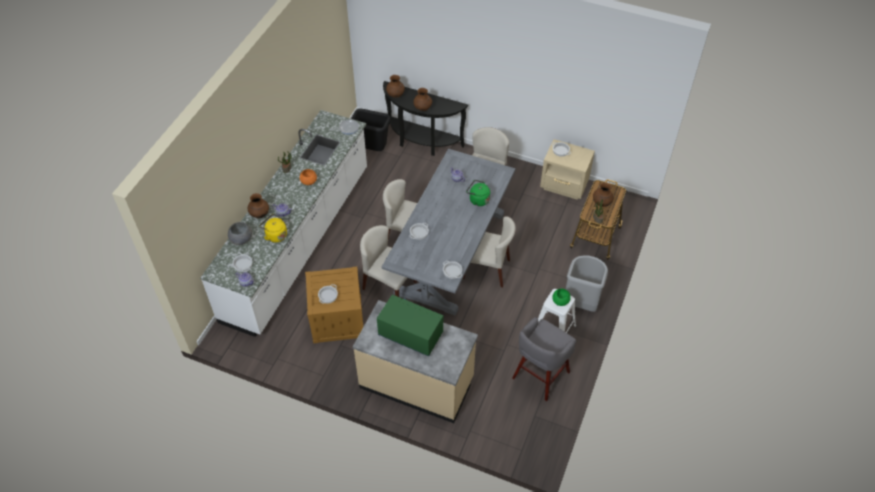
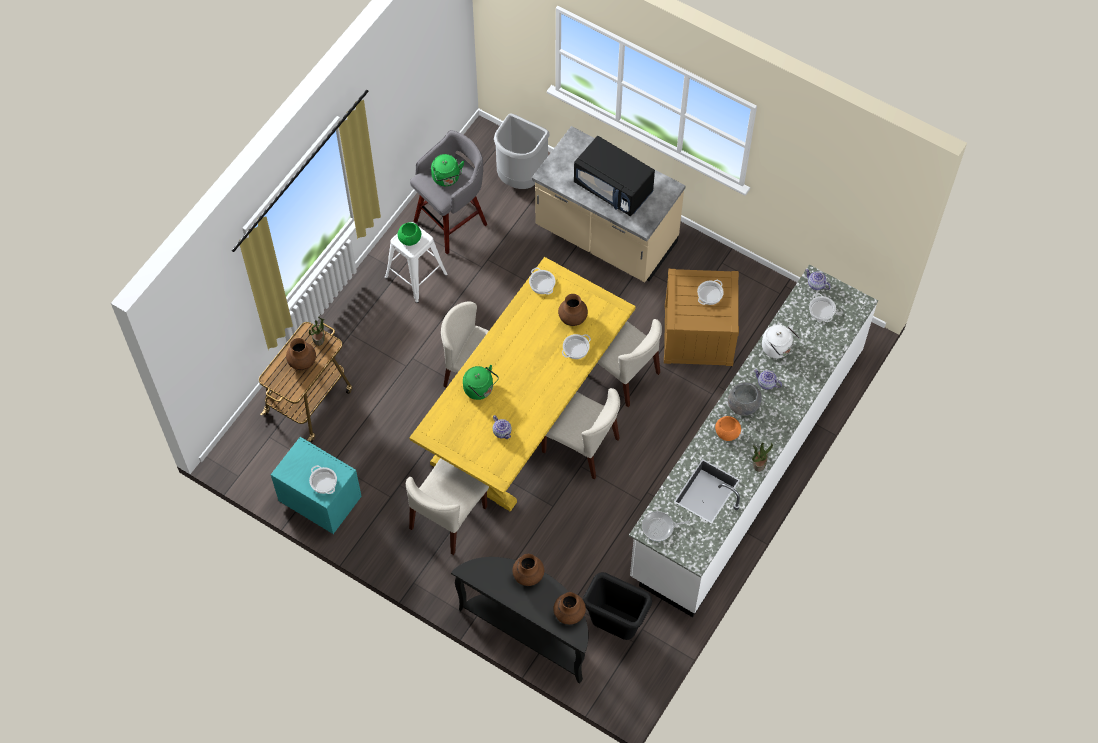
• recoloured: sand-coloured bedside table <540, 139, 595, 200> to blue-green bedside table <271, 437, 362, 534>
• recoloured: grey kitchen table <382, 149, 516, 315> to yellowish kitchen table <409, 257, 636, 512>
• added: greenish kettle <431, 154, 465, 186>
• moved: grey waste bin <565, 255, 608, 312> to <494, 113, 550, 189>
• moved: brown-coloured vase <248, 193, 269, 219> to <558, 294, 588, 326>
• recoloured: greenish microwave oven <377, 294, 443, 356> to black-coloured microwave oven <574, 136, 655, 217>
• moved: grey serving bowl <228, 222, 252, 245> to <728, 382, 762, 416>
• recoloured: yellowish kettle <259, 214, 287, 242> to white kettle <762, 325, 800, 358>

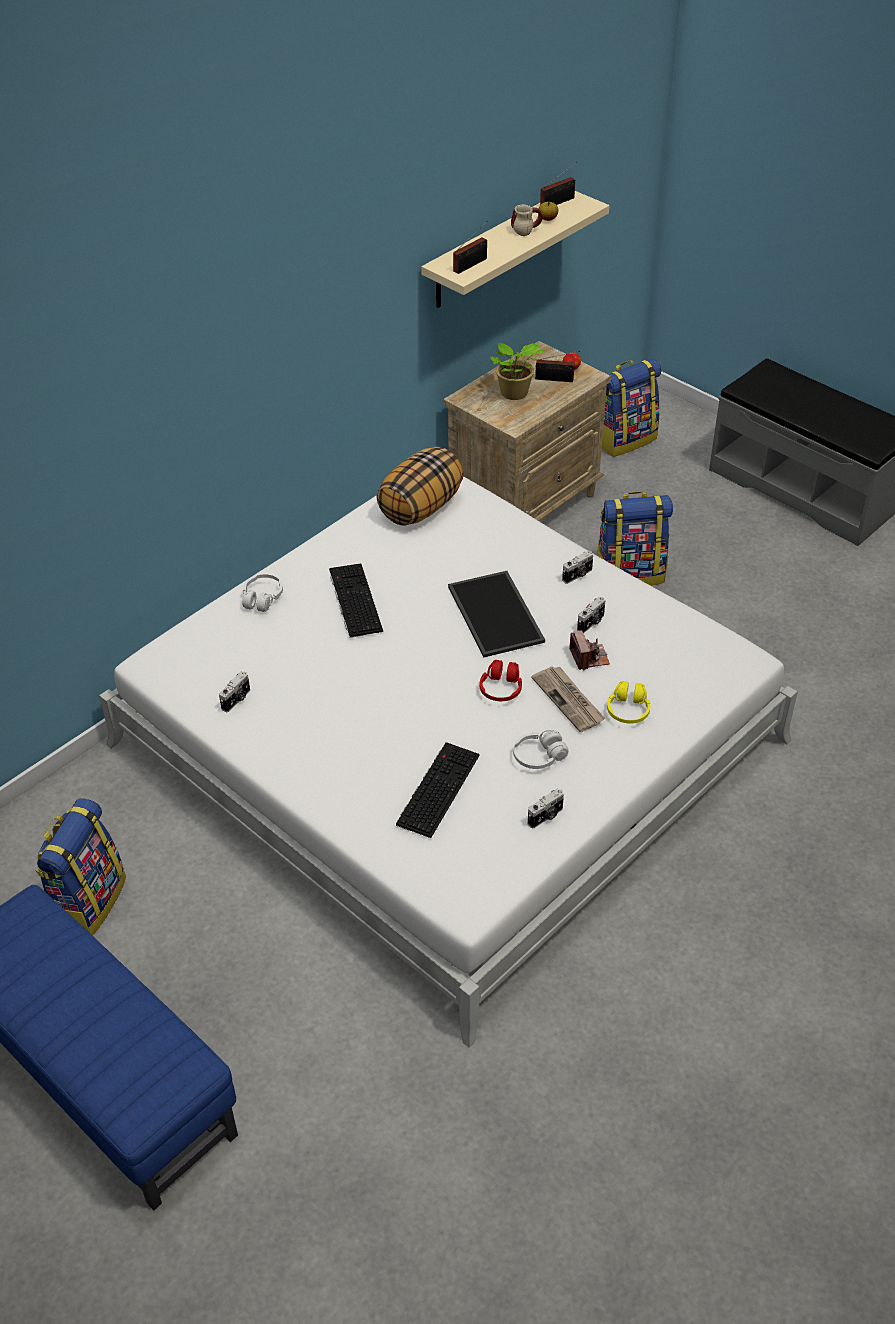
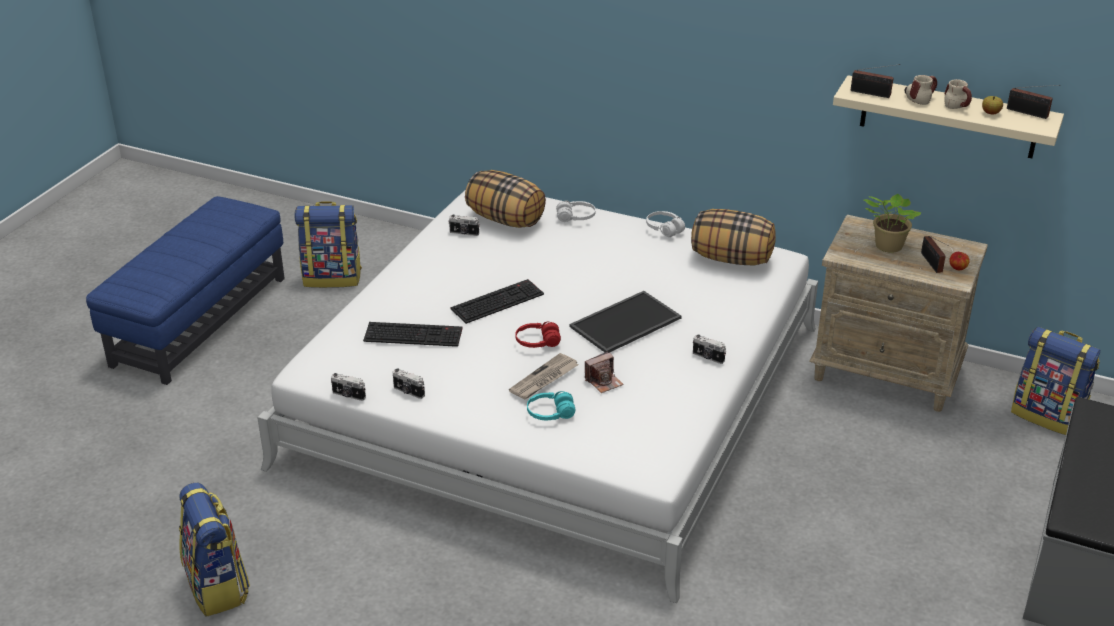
• moved: rucksack <597, 492, 673, 586> to <179, 483, 250, 617>
• moved: photo camera <577, 597, 605, 633> to <331, 373, 366, 401>
• moved: PC keyboard <329, 563, 383, 638> to <450, 279, 544, 324>
• added: throw pillow <465, 170, 546, 228>
• recoloured: yellowish headset <607, 681, 650, 724> to blue-green headset <527, 391, 575, 420>
• moved: white headset <513, 730, 568, 769> to <646, 211, 685, 237>
• added: tea mug <904, 75, 937, 105>

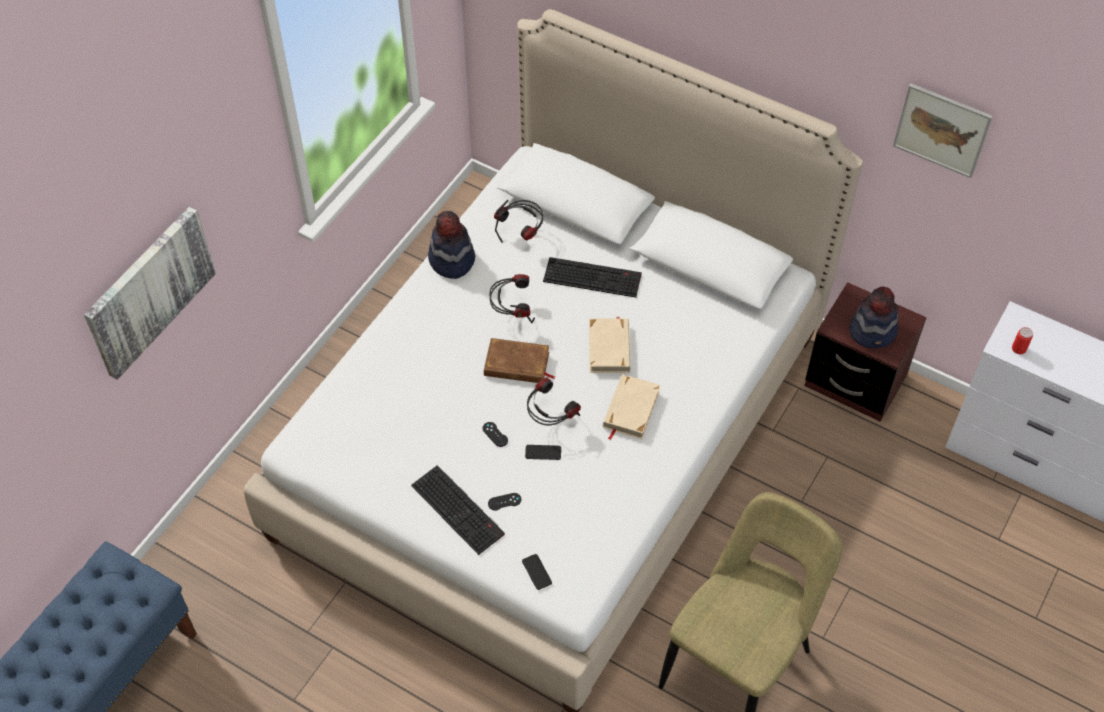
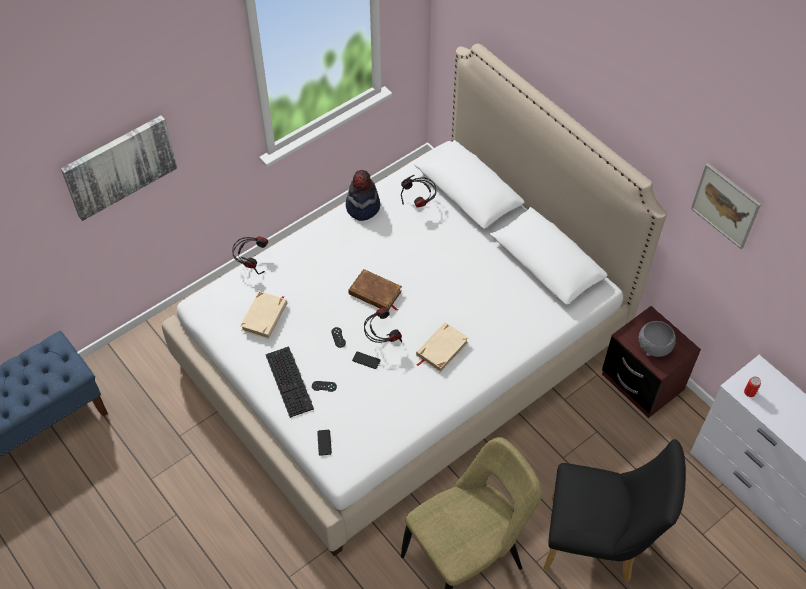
• moved: headset <489, 274, 535, 323> to <232, 236, 268, 275>
• moved: sand-coloured book <589, 317, 630, 373> to <240, 291, 287, 339>
• added: black-coloured upright chair <543, 439, 686, 582>
• replaced: hat <849, 287, 898, 348> to grey serving bowl <639, 321, 676, 357>
• removed: PC keyboard <543, 257, 642, 298>

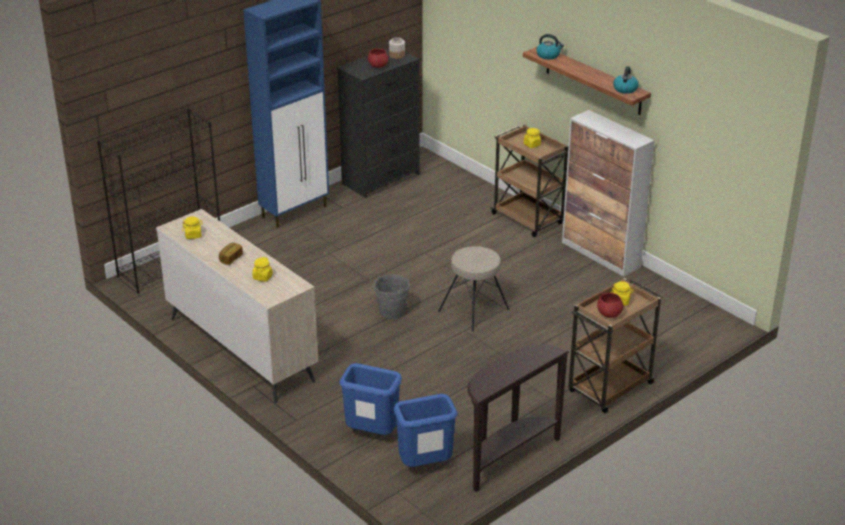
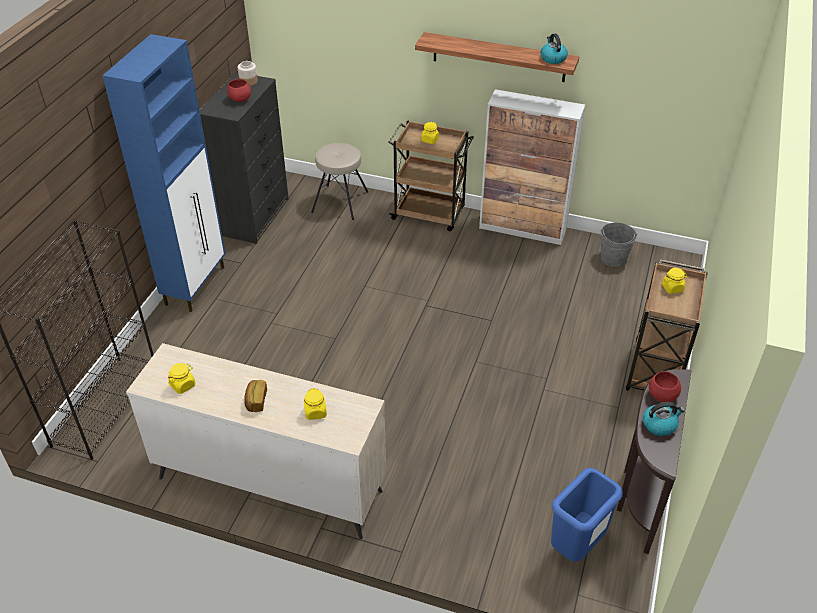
• moved: sand-coloured stool <438, 246, 509, 331> to <311, 143, 368, 220>
• moved: grey bucket <374, 275, 410, 319> to <601, 222, 638, 267>
• moved: kettle <536, 34, 564, 60> to <643, 402, 685, 436>
• moved: red serving bowl <597, 293, 623, 318> to <649, 371, 681, 402>
• removed: blue-coloured waste bin <339, 363, 402, 435>

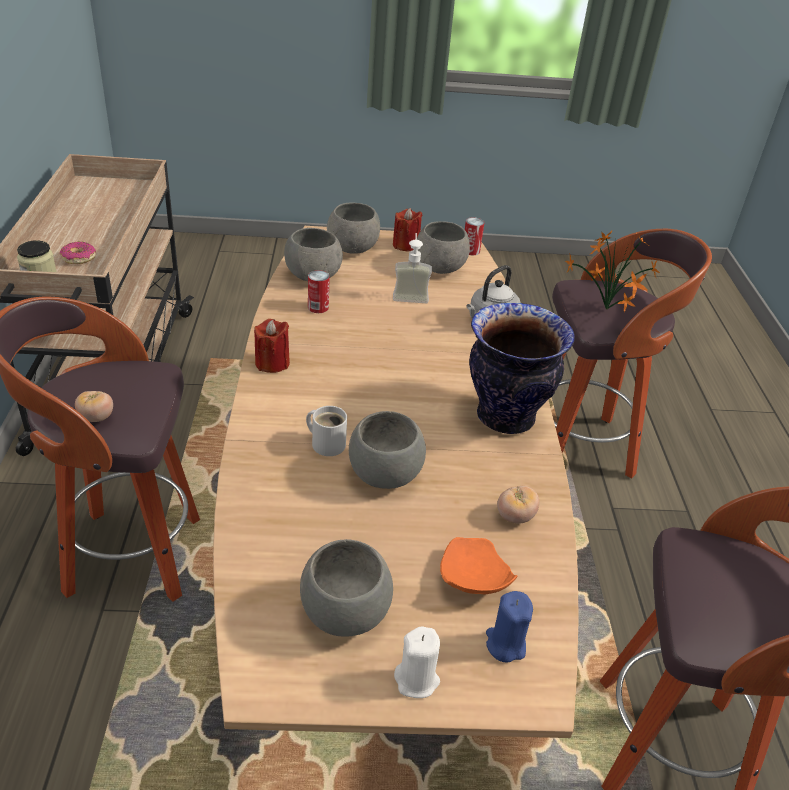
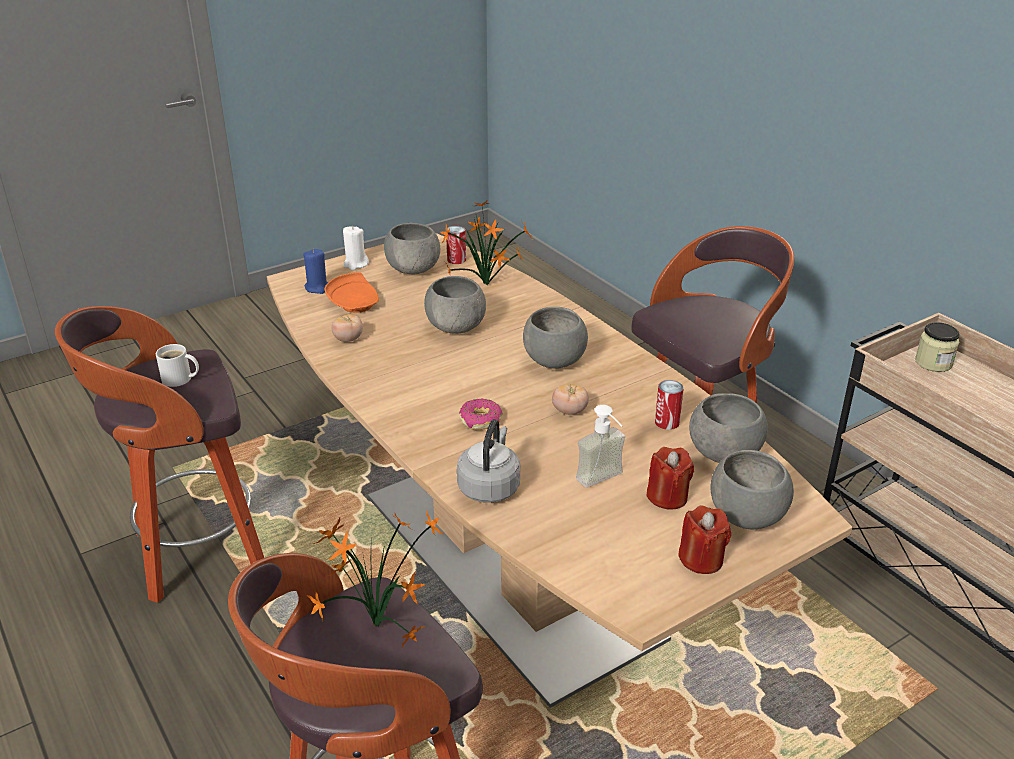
• moved: white tea mug <306, 406, 347, 456> to <156, 344, 199, 387>
• added: houseplant <441, 201, 534, 285>
• moved: can <465, 217, 484, 255> to <446, 225, 466, 264>
• moved: doughnut <59, 241, 96, 264> to <459, 399, 503, 430>
• moved: grey serving bowl <417, 221, 470, 274> to <523, 307, 588, 369>
• moved: fresh tomato <75, 391, 113, 422> to <552, 385, 589, 415>
• moved: red wax candle <254, 319, 290, 373> to <646, 447, 694, 510>
• removed: vase <470, 303, 575, 434>

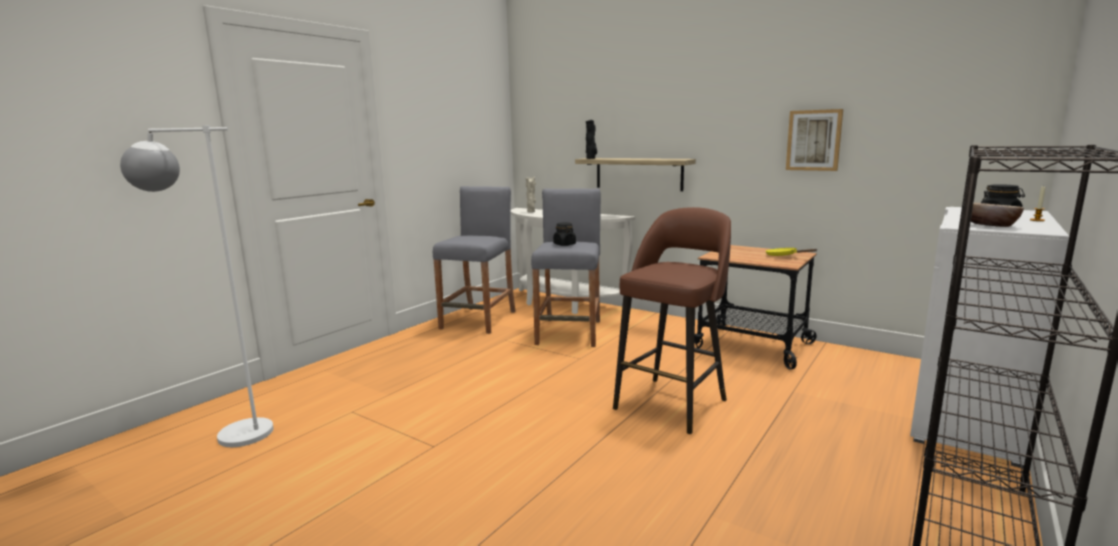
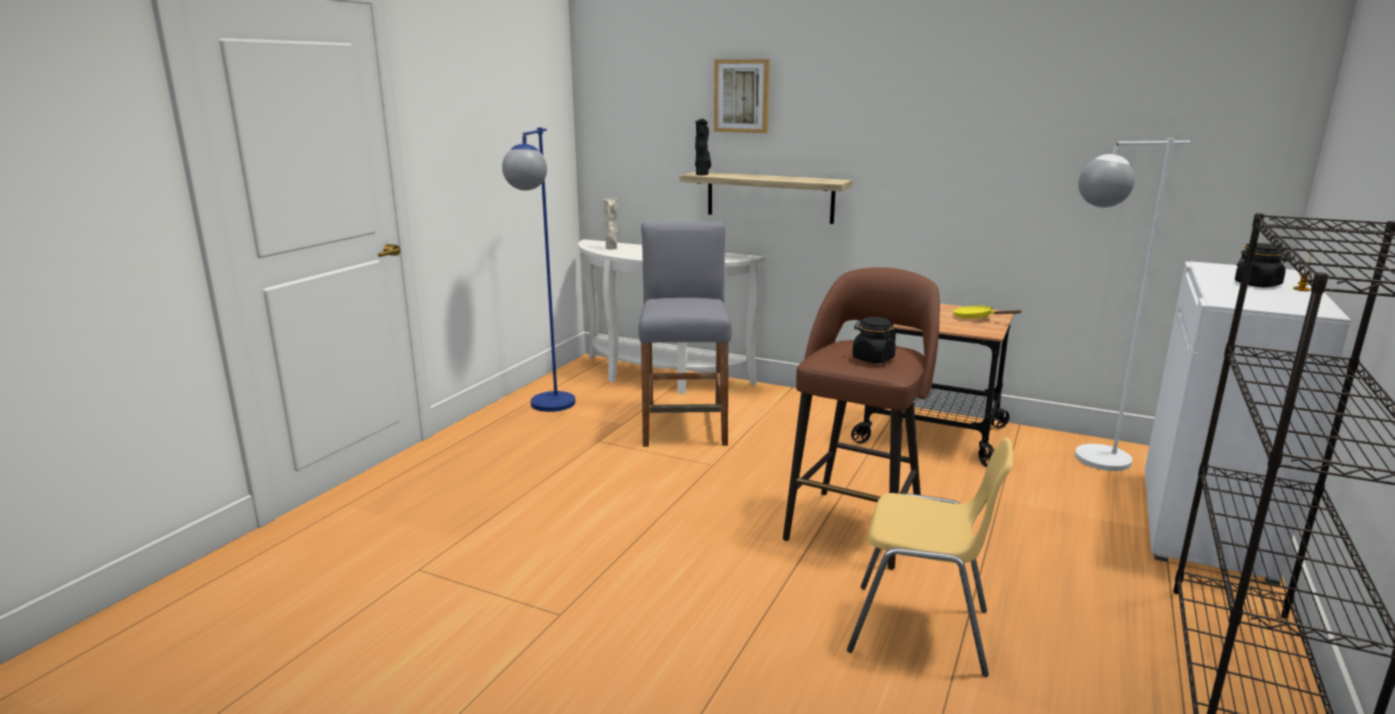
• replaced: grey stool <433, 186, 516, 334> to blue-coloured standard lamp <502, 127, 575, 412>
• moved: wall picture <786, 109, 843, 171> to <714, 59, 770, 133>
• added: yellowish upright chair <847, 437, 1013, 677>
• moved: black-coloured jar <553, 222, 576, 246> to <852, 317, 896, 363>
• moved: white standard lamp <120, 125, 274, 447> to <1075, 138, 1190, 471>
• removed: serving bowl <971, 203, 1024, 227>

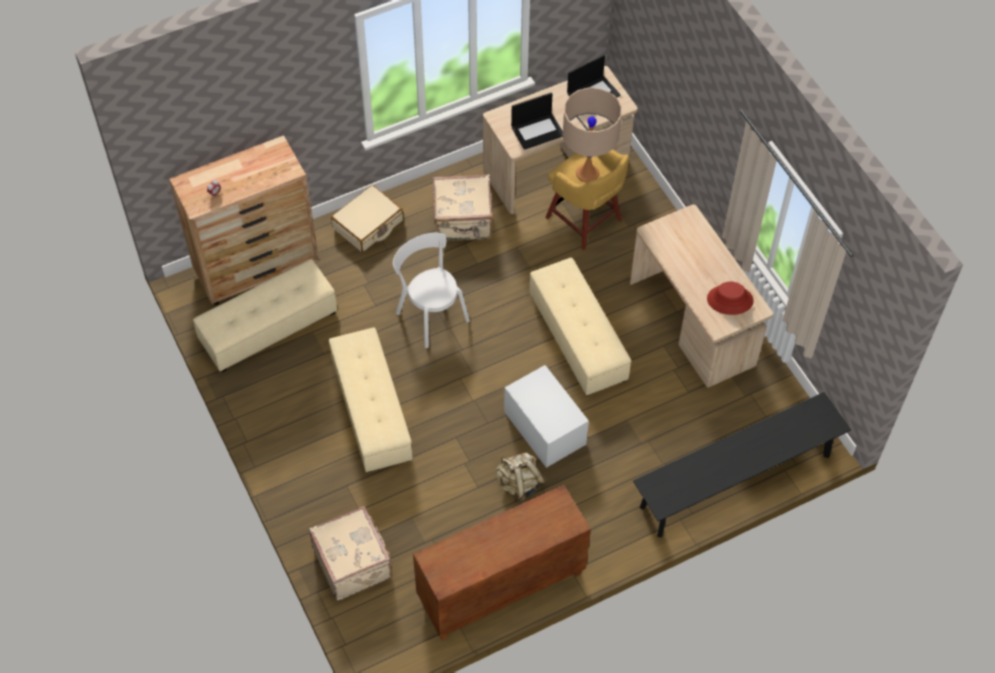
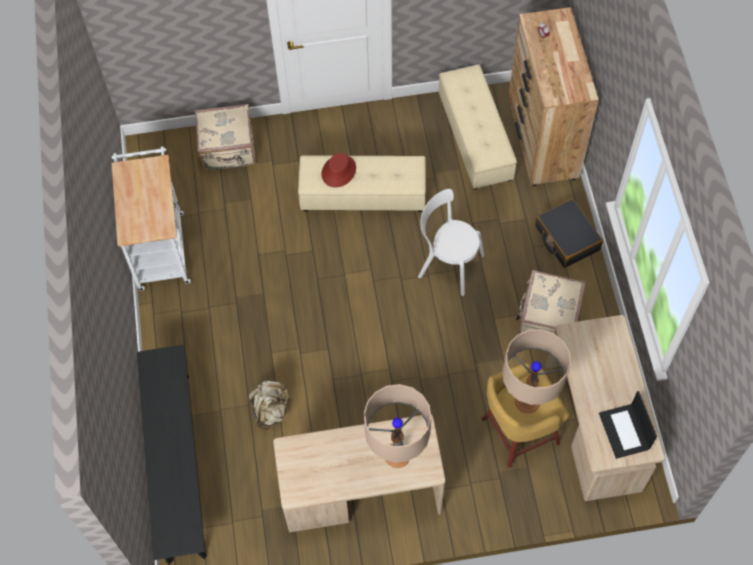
• replaced: brown-coloured cupboard <413, 485, 591, 640> to white cart <111, 146, 191, 291>
• moved: sand-coloured rucksack <496, 452, 546, 501> to <248, 381, 291, 430>
• moved: red hat <707, 282, 754, 315> to <321, 153, 356, 187>
• added: sand-coloured lamp for a table <364, 384, 431, 468>
• turned: white upright chair <393, 233, 470, 348> = <418, 189, 485, 296> 135 degrees counterclockwise
• recoloured: sand-coloured suitcase <331, 185, 403, 252> to black-coloured suitcase <535, 198, 603, 268>
• removed: white storage box <504, 365, 589, 468>
• removed: notebook computer <511, 92, 563, 150>
• removed: sand-coloured ottoman <529, 257, 631, 396>

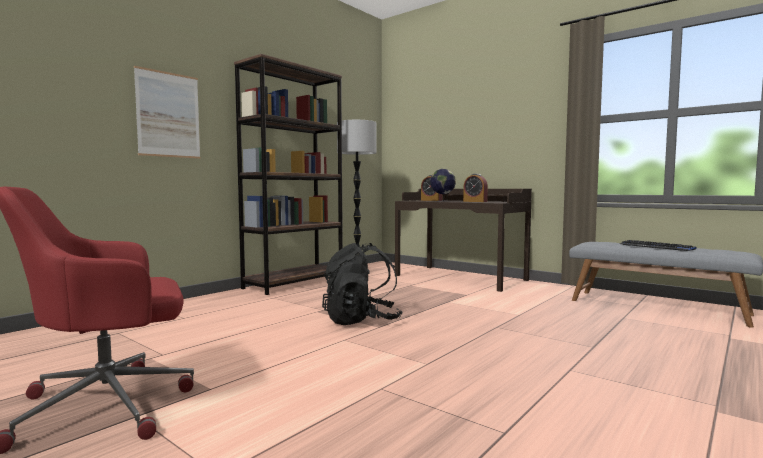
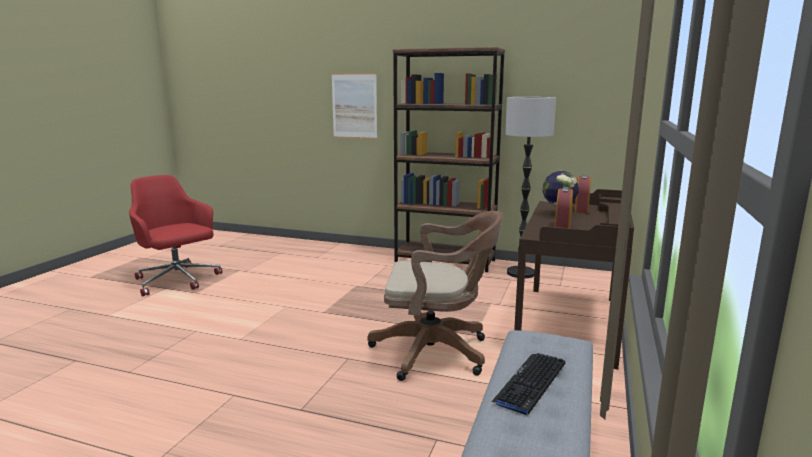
• added: brown-coloured computer chair <367, 211, 503, 381>
• removed: black-coloured rucksack <322, 243, 403, 325>

